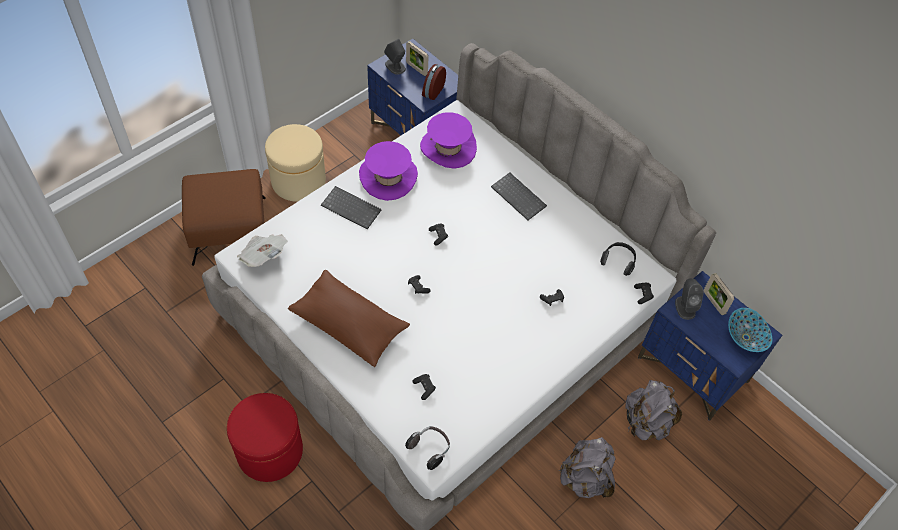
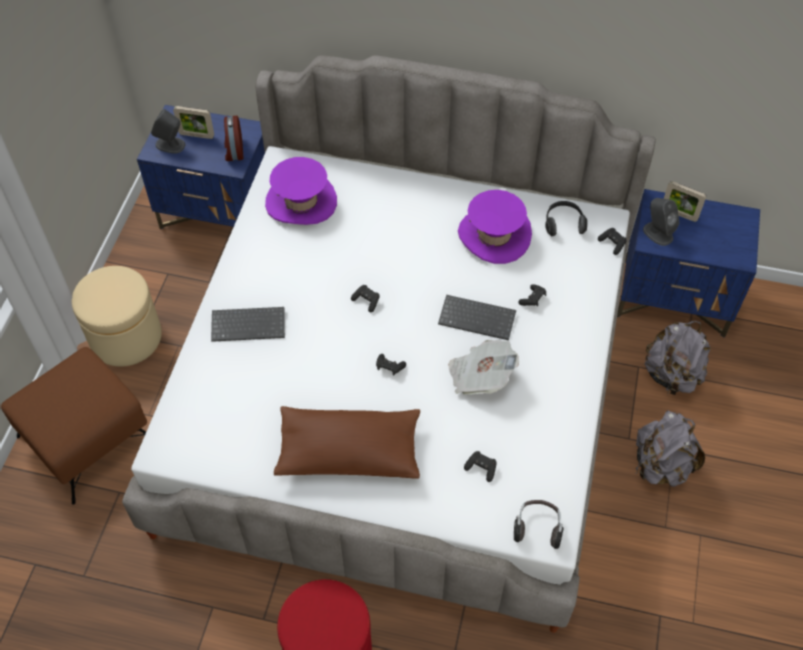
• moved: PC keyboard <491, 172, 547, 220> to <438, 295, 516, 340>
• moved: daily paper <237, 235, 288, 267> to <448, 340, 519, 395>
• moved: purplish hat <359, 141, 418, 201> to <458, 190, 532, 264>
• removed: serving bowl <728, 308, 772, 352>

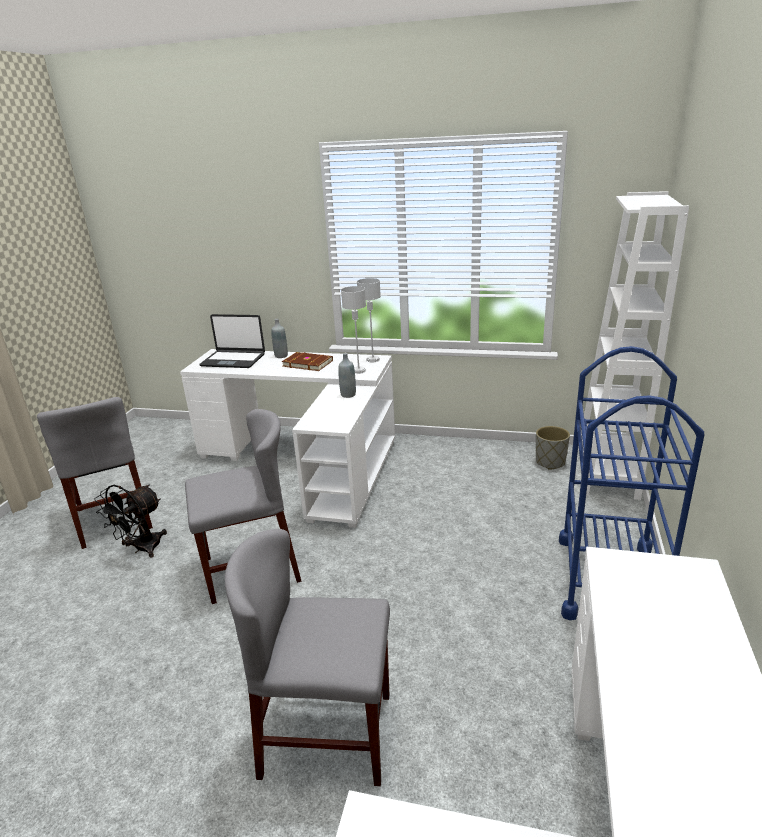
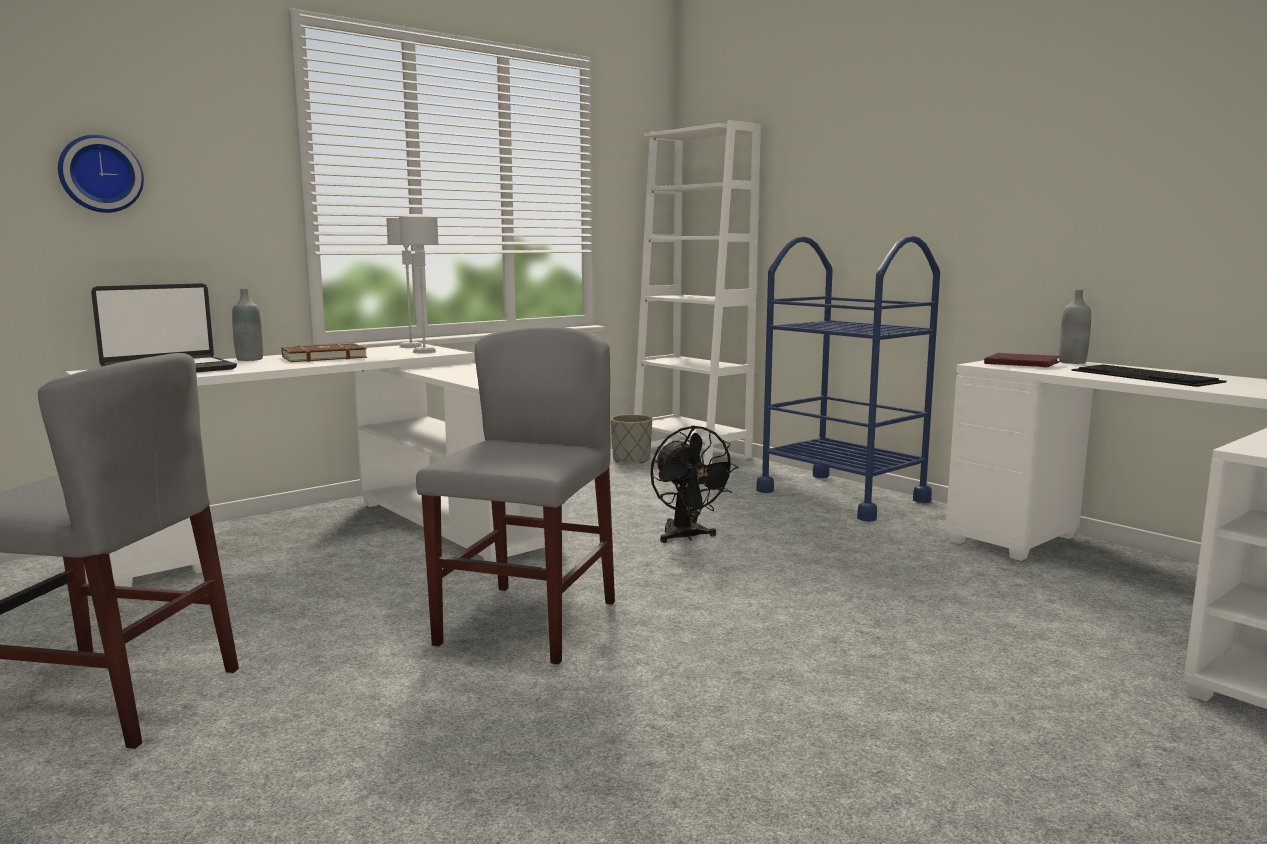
• added: wall clock <58, 135, 144, 213>
• moved: black-coloured cooling fan <94, 485, 167, 558> to <650, 425, 738, 543>
• added: red book <984, 353, 1060, 367>
• moved: grey beverage bottle <338, 353, 356, 398> to <1059, 290, 1091, 364>
• added: PC keyboard <1071, 364, 1227, 387>
• removed: grey upright chair <225, 529, 390, 786>

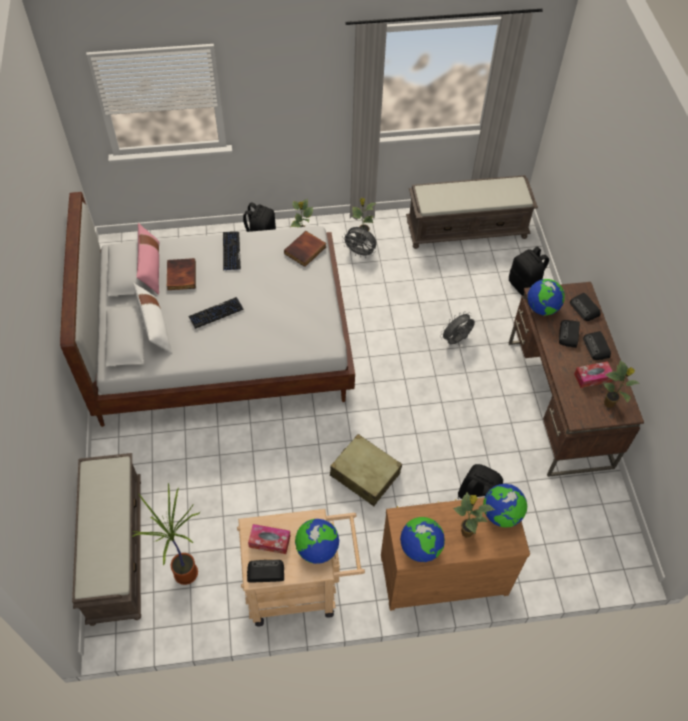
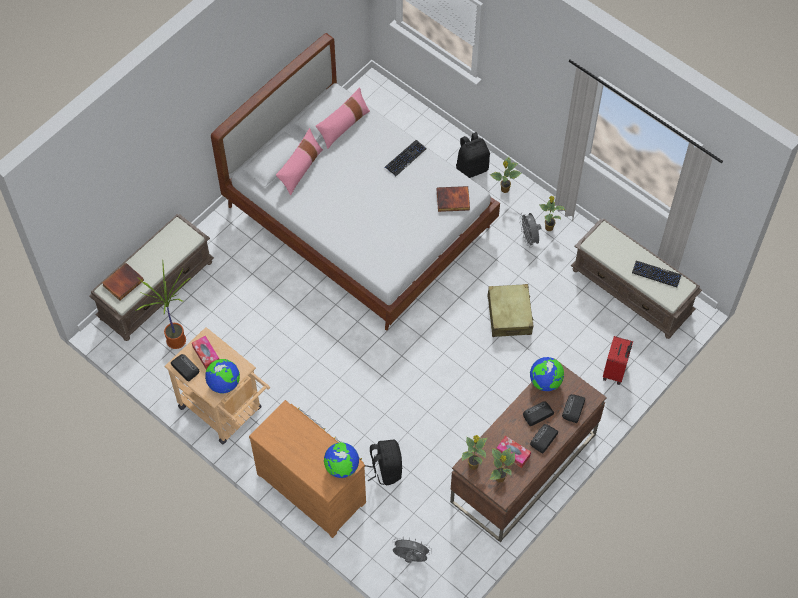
• moved: book <167, 258, 196, 290> to <102, 263, 144, 301>
• recoloured: white throw pillow <133, 283, 172, 354> to pink throw pillow <276, 128, 323, 196>
• moved: grey cooling fan <440, 311, 475, 345> to <392, 537, 432, 563>
• moved: houseplant <453, 492, 495, 538> to <462, 435, 488, 470>
• moved: sand-coloured suitcase <330, 434, 402, 506> to <488, 284, 534, 337>
• replaced: black-coloured rucksack <509, 246, 549, 296> to red suitcase <603, 336, 633, 385>
• moved: PC keyboard <188, 297, 244, 329> to <632, 261, 682, 287>
• removed: world globe <400, 517, 445, 562>

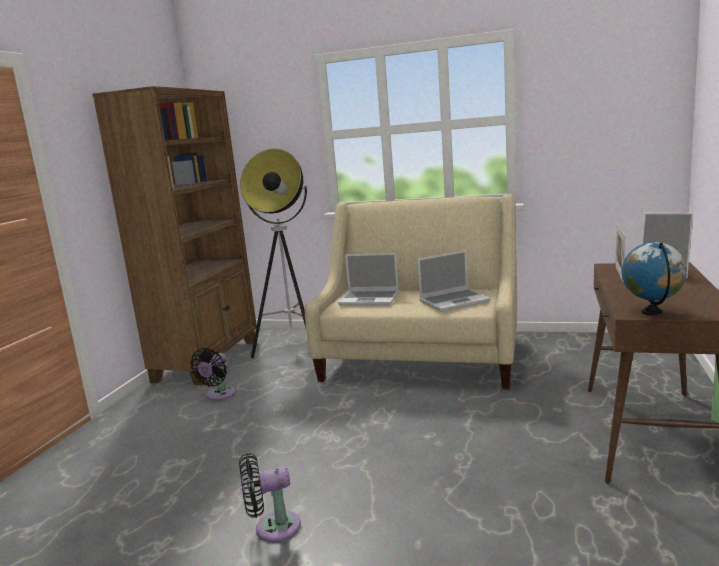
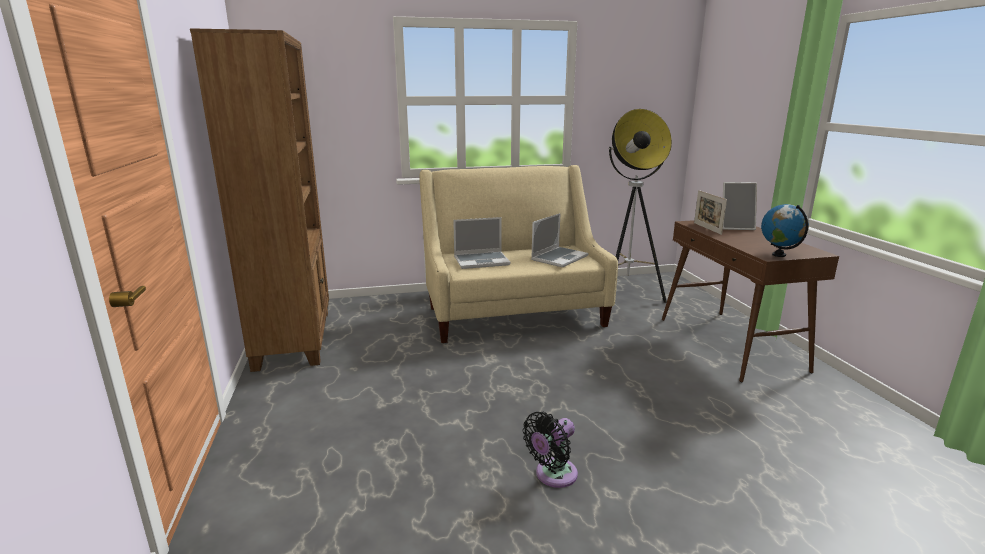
• moved: standard lamp <240, 149, 308, 358> to <609, 109, 672, 303>
• removed: black-coloured cooling fan <190, 348, 236, 401>

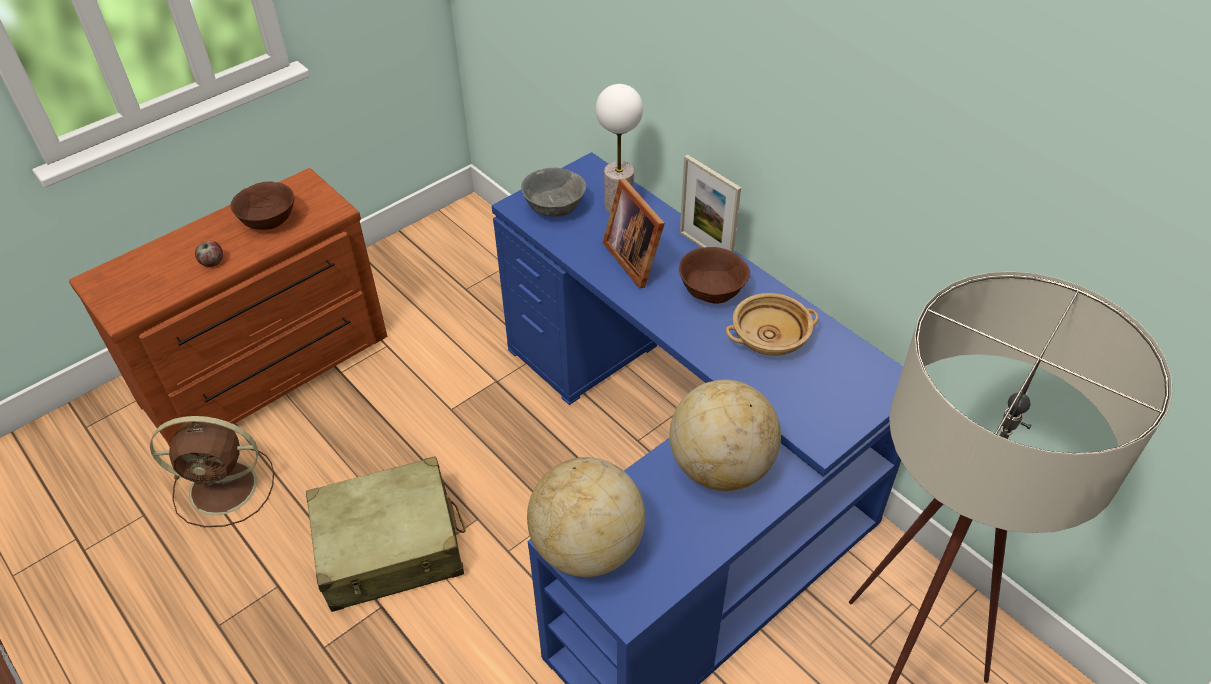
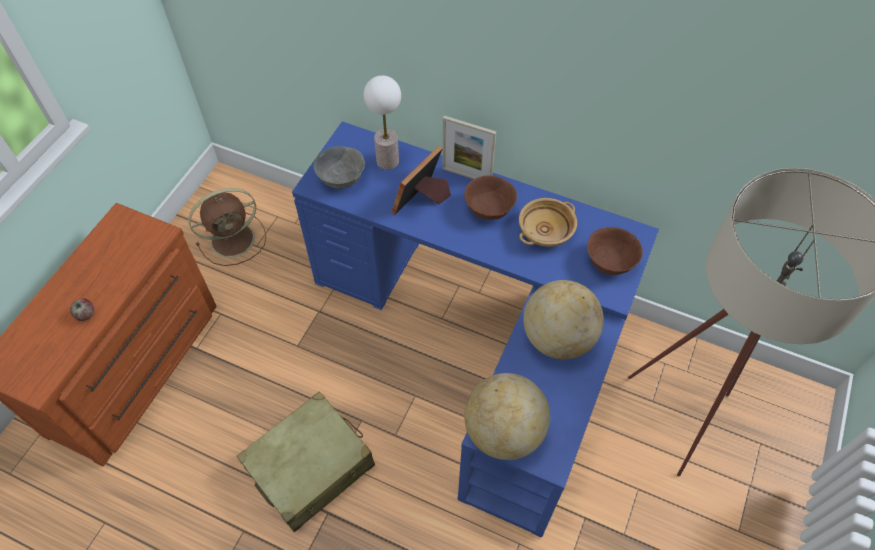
• moved: brown-coloured cooling fan <150, 416, 274, 527> to <188, 188, 266, 266>
• turned: photo frame <603, 179, 665, 288> = <391, 145, 451, 215> 90 degrees clockwise
• moved: brown-coloured serving bowl <231, 181, 295, 230> to <587, 227, 643, 275>

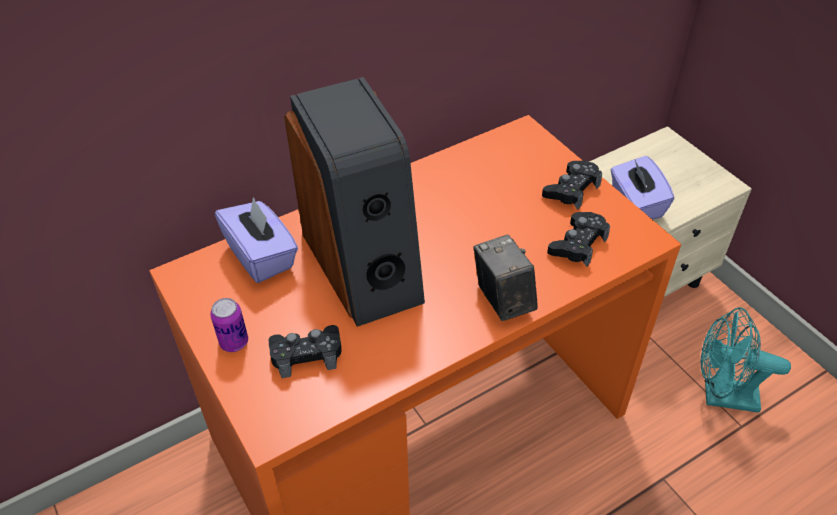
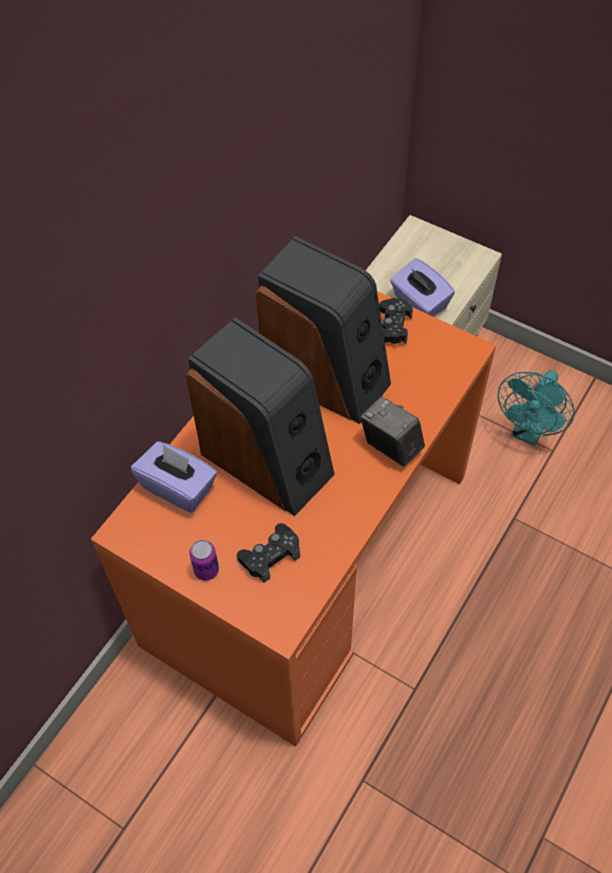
• added: loudspeaker <256, 236, 391, 424>
• turned: blue-green cooling fan <701, 307, 791, 413> = <498, 370, 575, 446> 45 degrees counterclockwise
• removed: black-coloured game controller <547, 212, 610, 267>

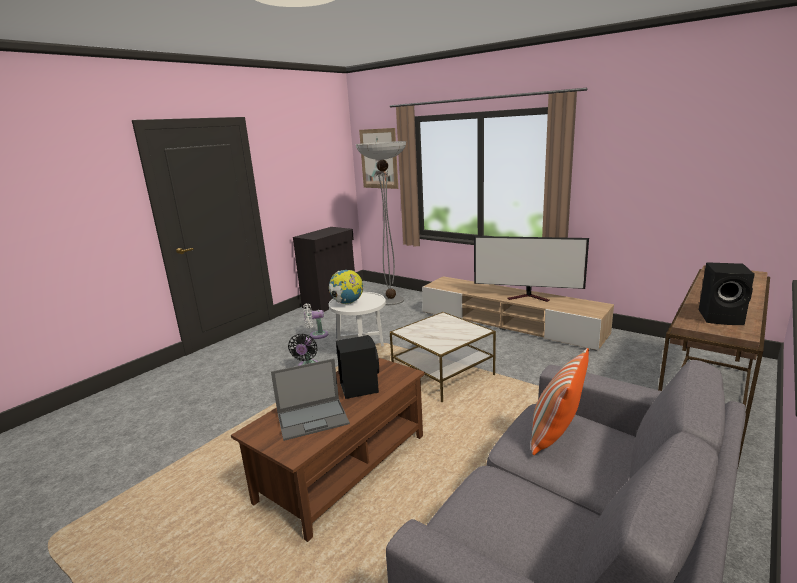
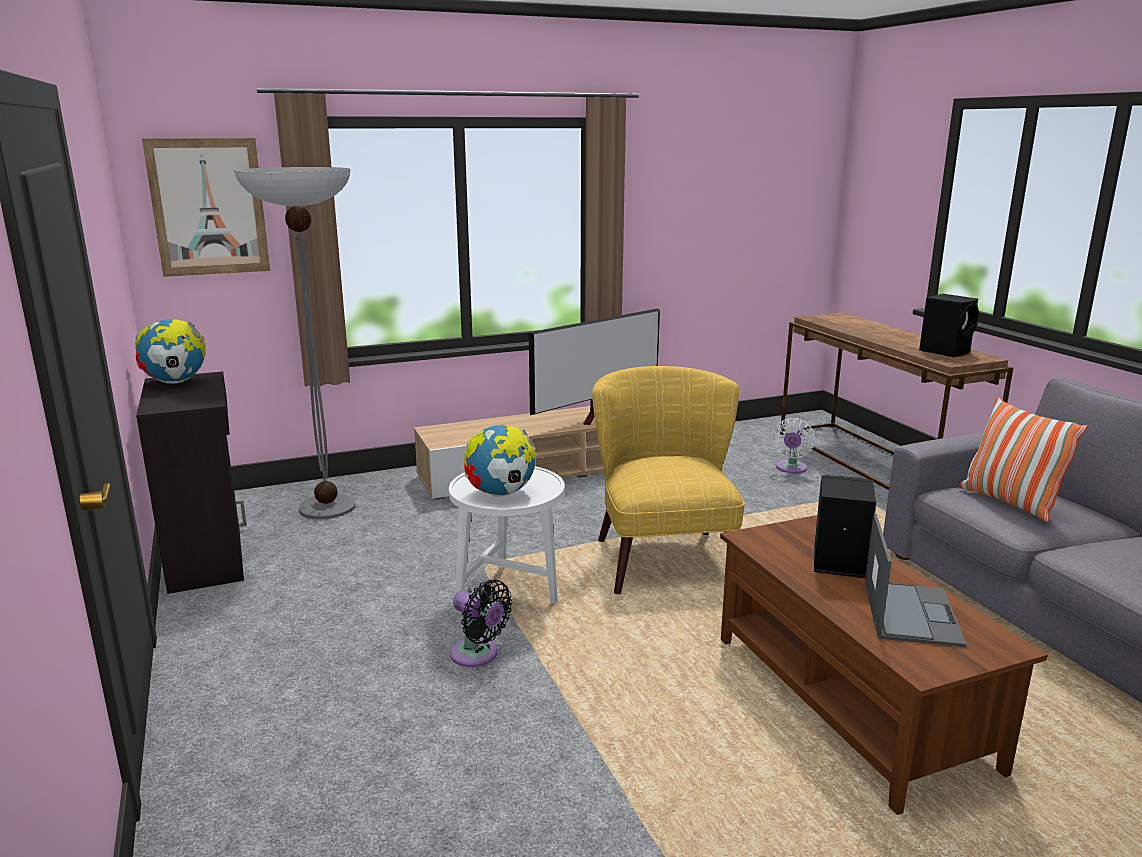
• added: world globe <135, 319, 206, 384>
• replaced: side table <390, 312, 496, 402> to yellowish easy chair <592, 366, 745, 594>
• moved: white cooling fan <304, 304, 328, 339> to <772, 418, 815, 474>

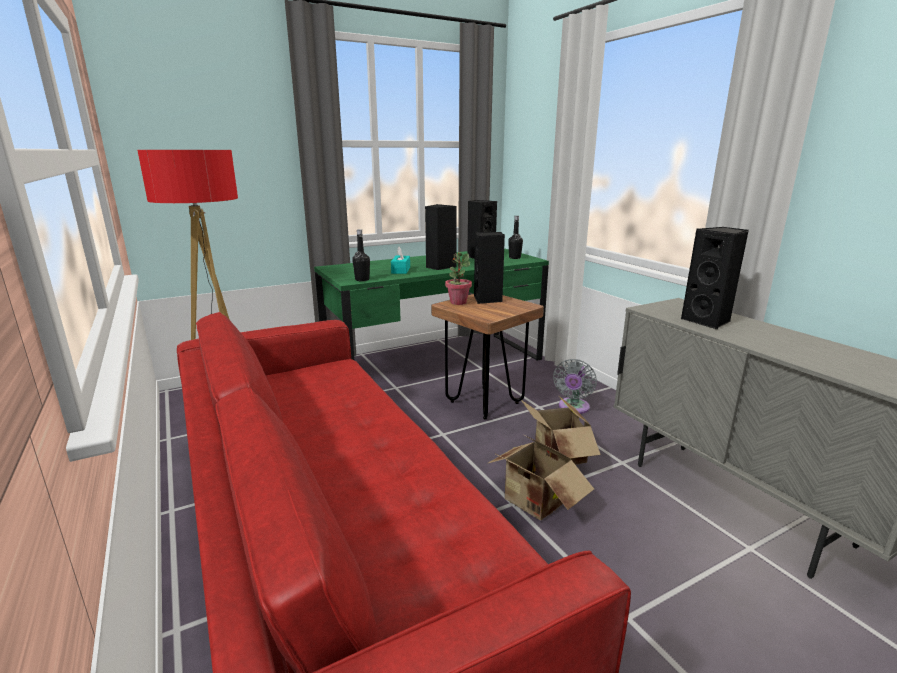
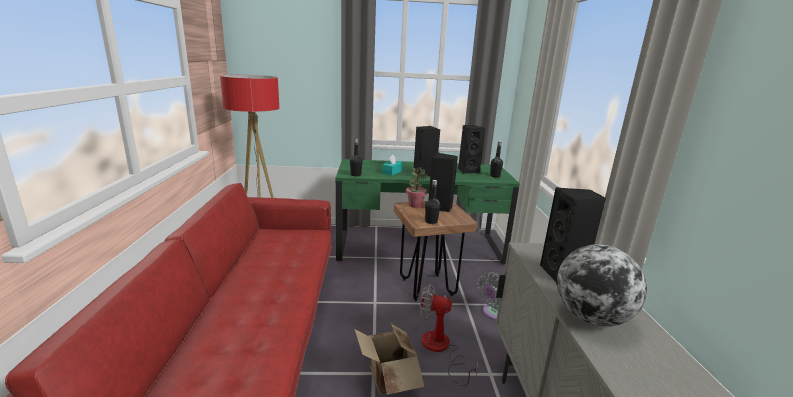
• replaced: carton <520, 396, 601, 465> to cooling fan <420, 284, 478, 386>
• added: black-coloured beverage bottle <425, 180, 440, 224>
• added: world globe <557, 244, 647, 327>

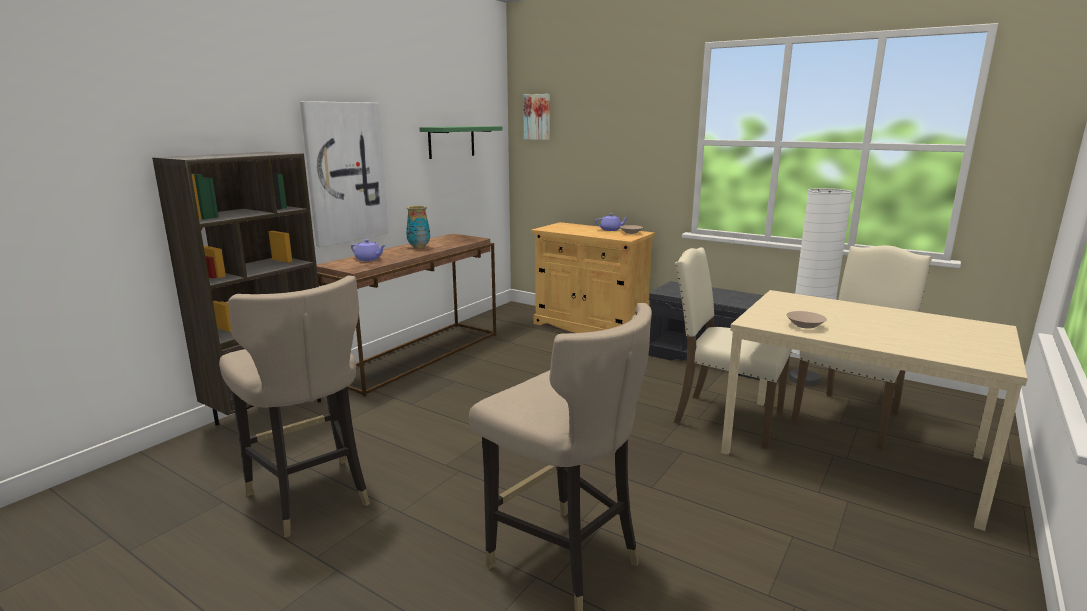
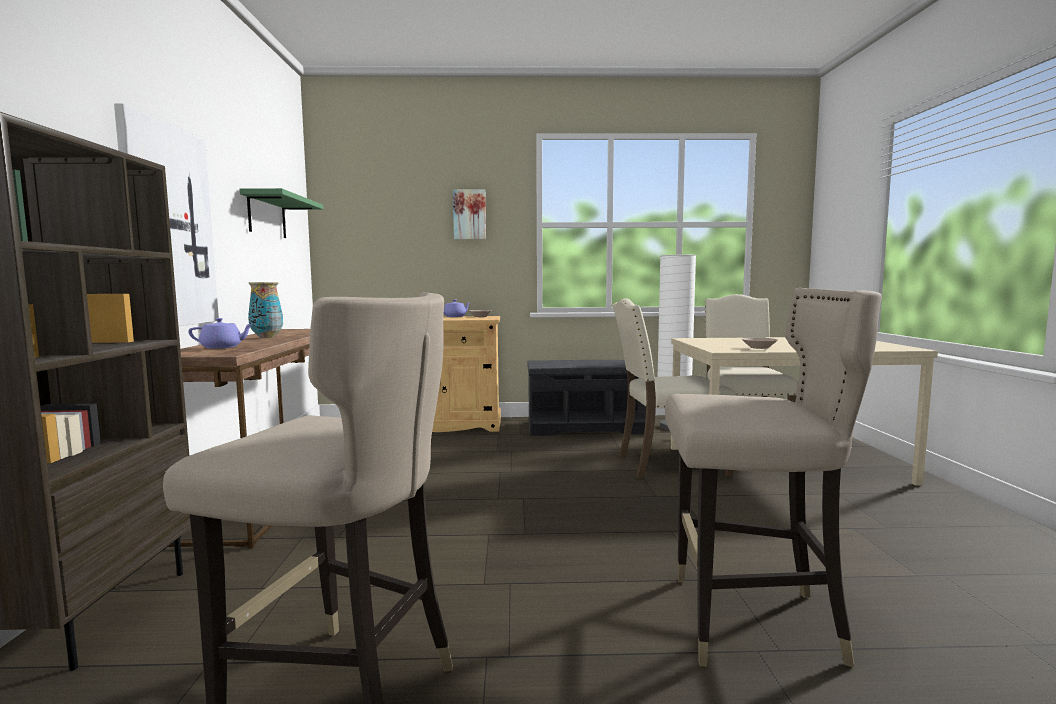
• moved: wall picture <523, 94, 550, 140> to <453, 190, 486, 239>

